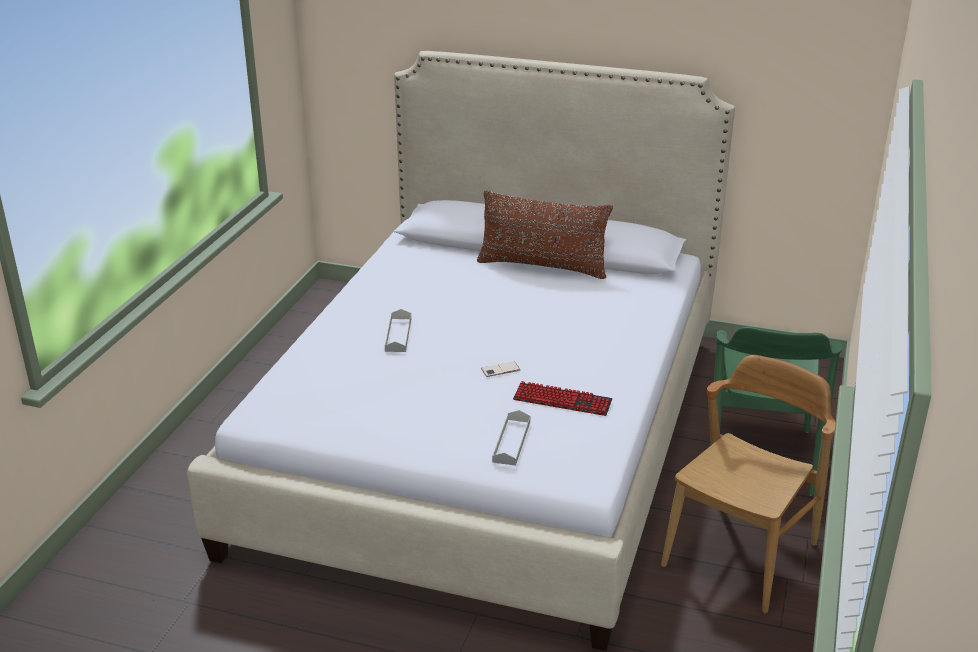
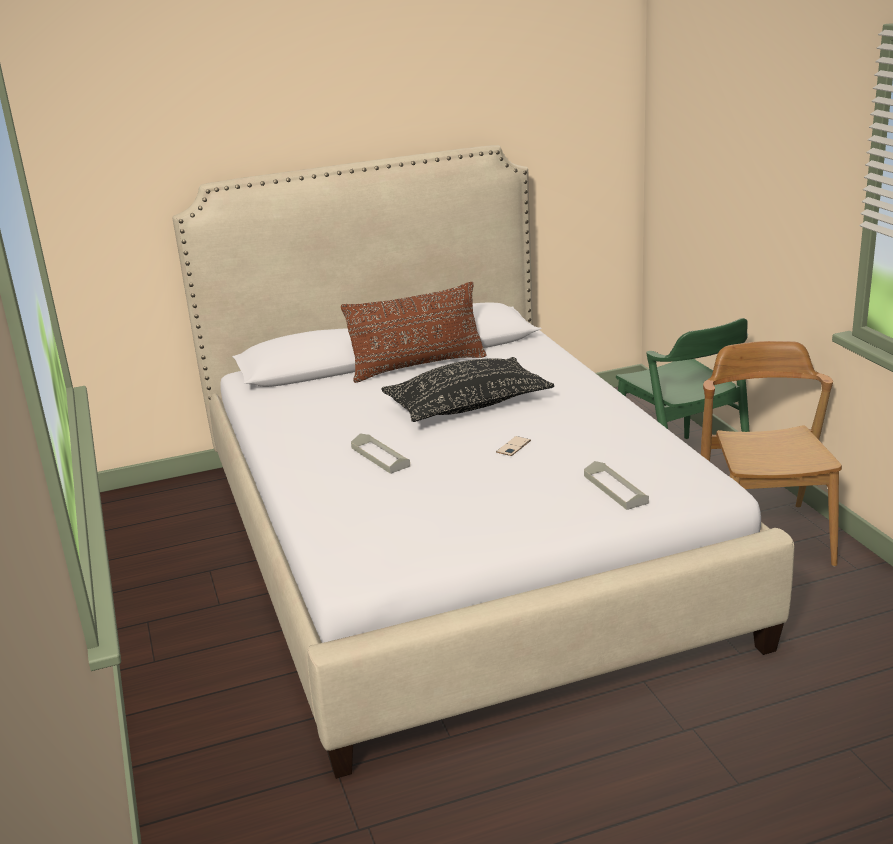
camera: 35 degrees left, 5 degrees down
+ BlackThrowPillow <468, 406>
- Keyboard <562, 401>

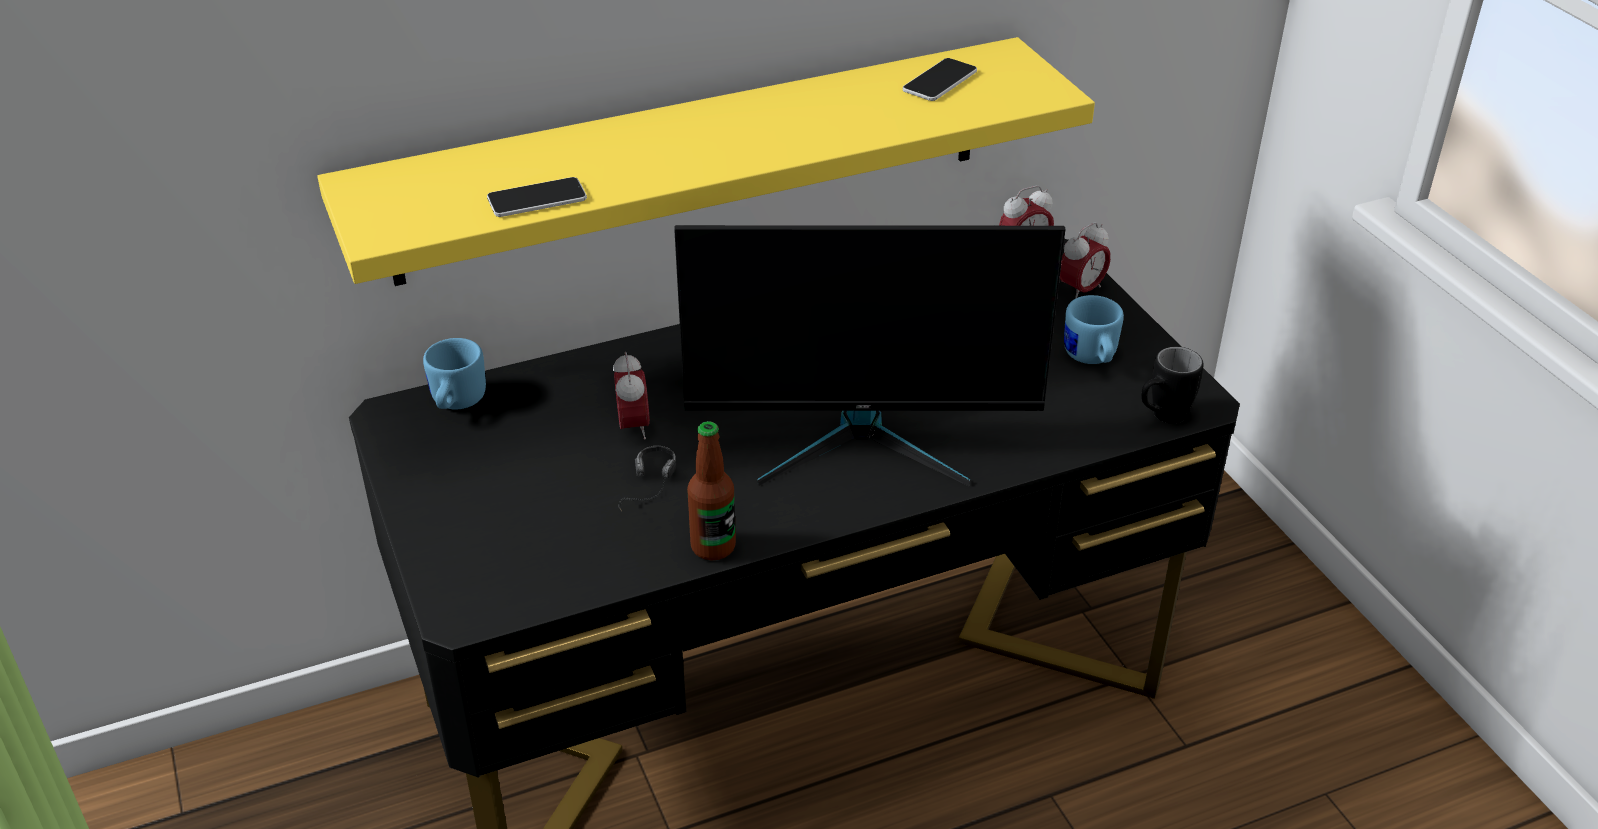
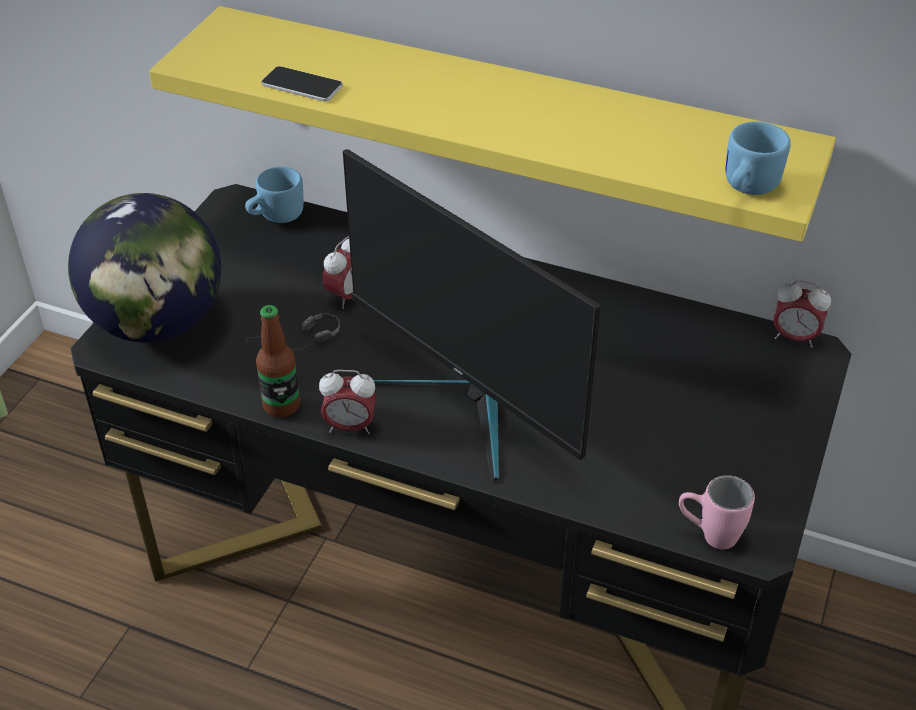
camera: 45 degrees right, 5 degrees up
+ WorldGlobe <158, 323>
~ BedsideClock <1081, 291> to <350, 426>
~ BlackMug <1161, 418> to PinkMug <708, 535>
~ BluishMug <1091, 358> to <746, 188>
- Telephone <940, 81>

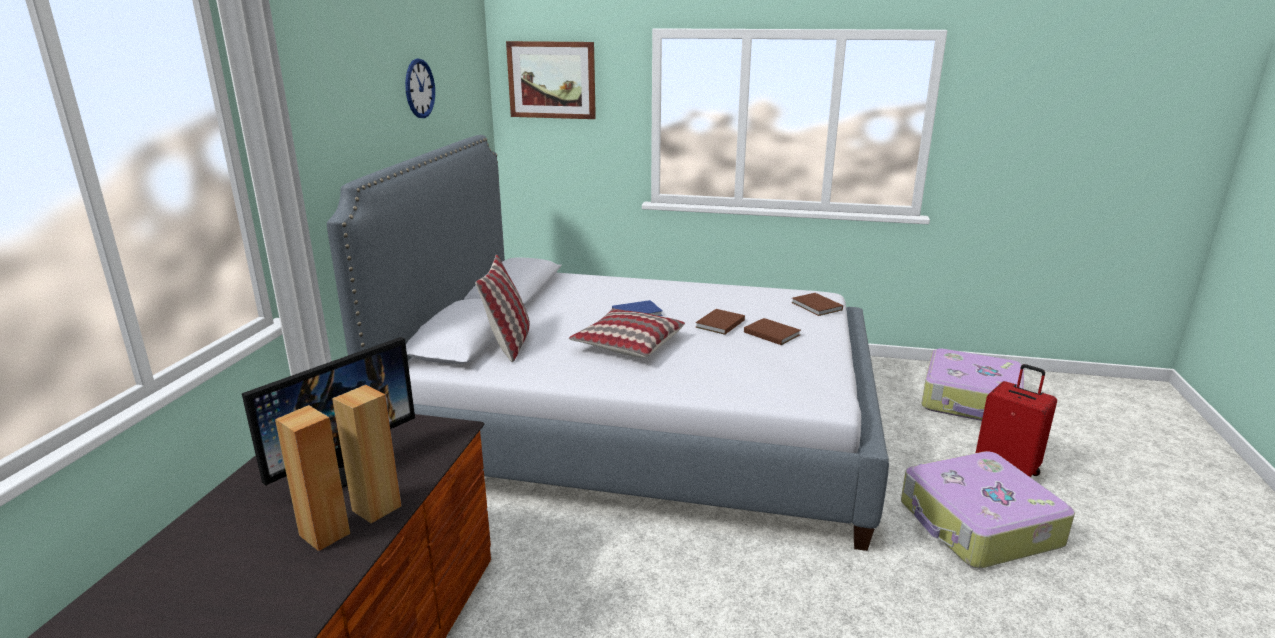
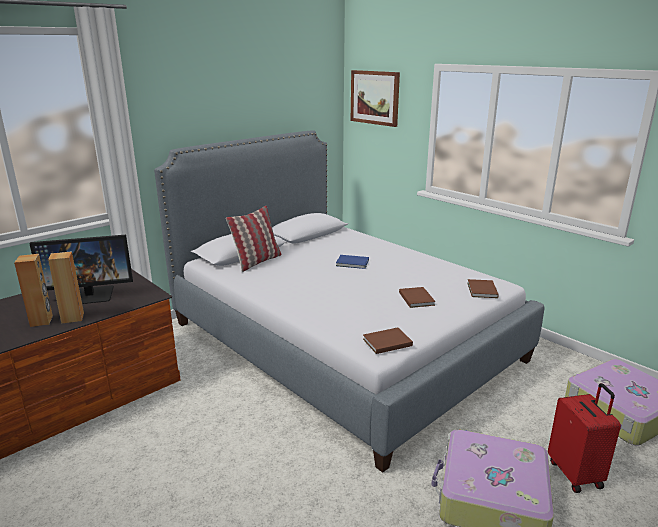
camera: 35 degrees right, 0 degrees up
~ BrownishBook <719, 324> to <386, 342>
- HangingClock <419, 88>
- ThrowPillow <627, 344>

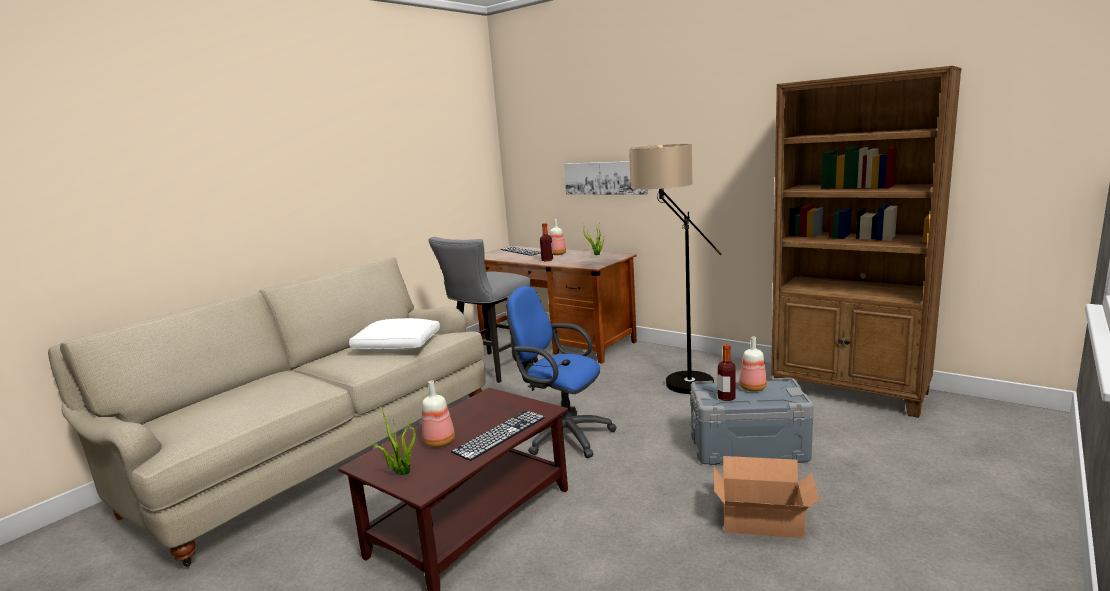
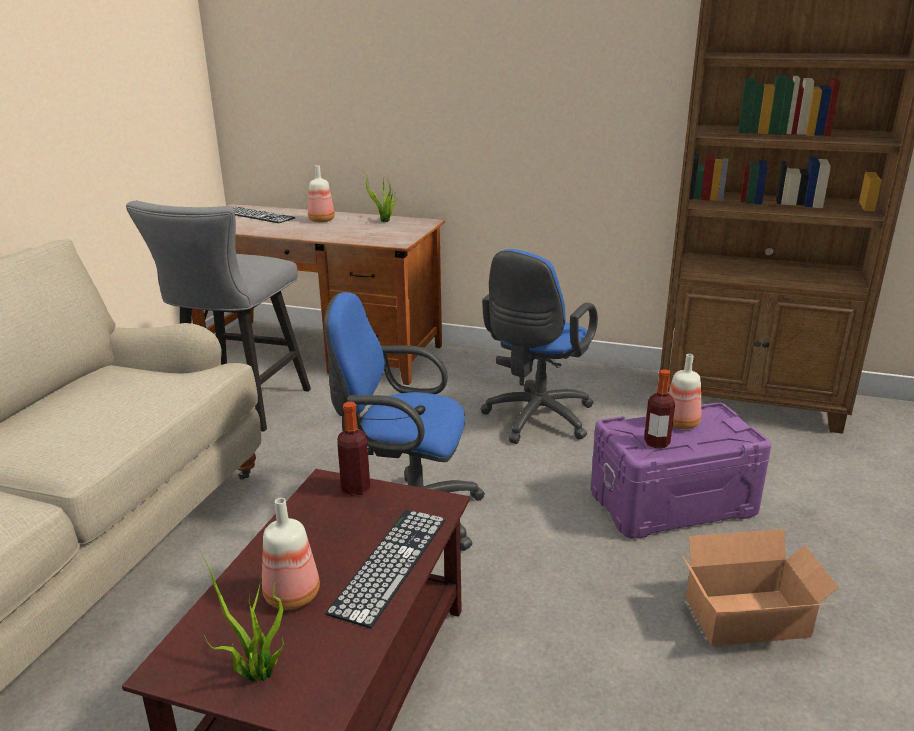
camera: 20 degrees left, 10 degrees up
~ DrinkBottle <547, 260> to <356, 488>
~ StandingLamp <677, 390> to BluishComputerChair <535, 420>
~ GreyishStorageBox <748, 448> to PurpleStorageBox <673, 504>
- WhiteThrowPillow <398, 346>
- WallPicture <605, 178>

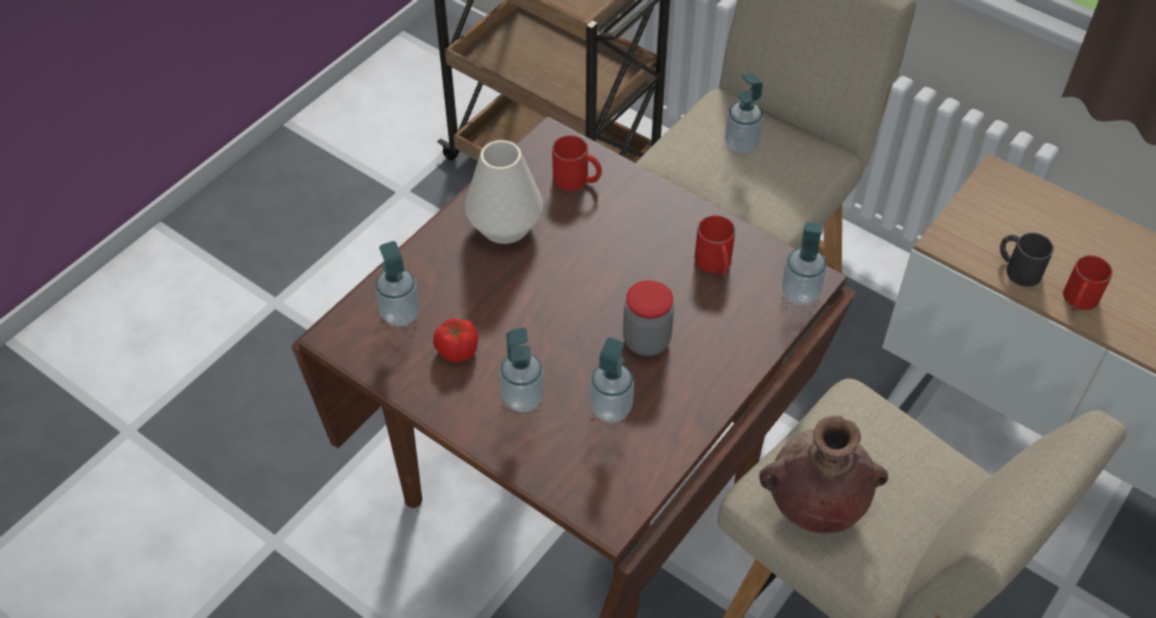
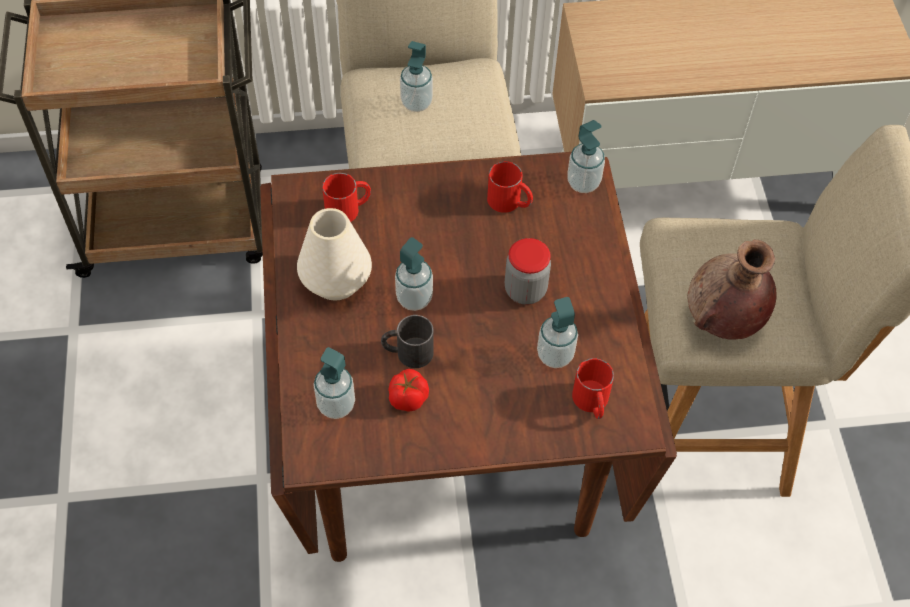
camera: 45 degrees left, 5 degrees up
~ BlackMug <1017, 269> to <407, 352>
~ SoapDispenser <523, 398> to <414, 298>
~ RedMug <1078, 301> to <592, 403>

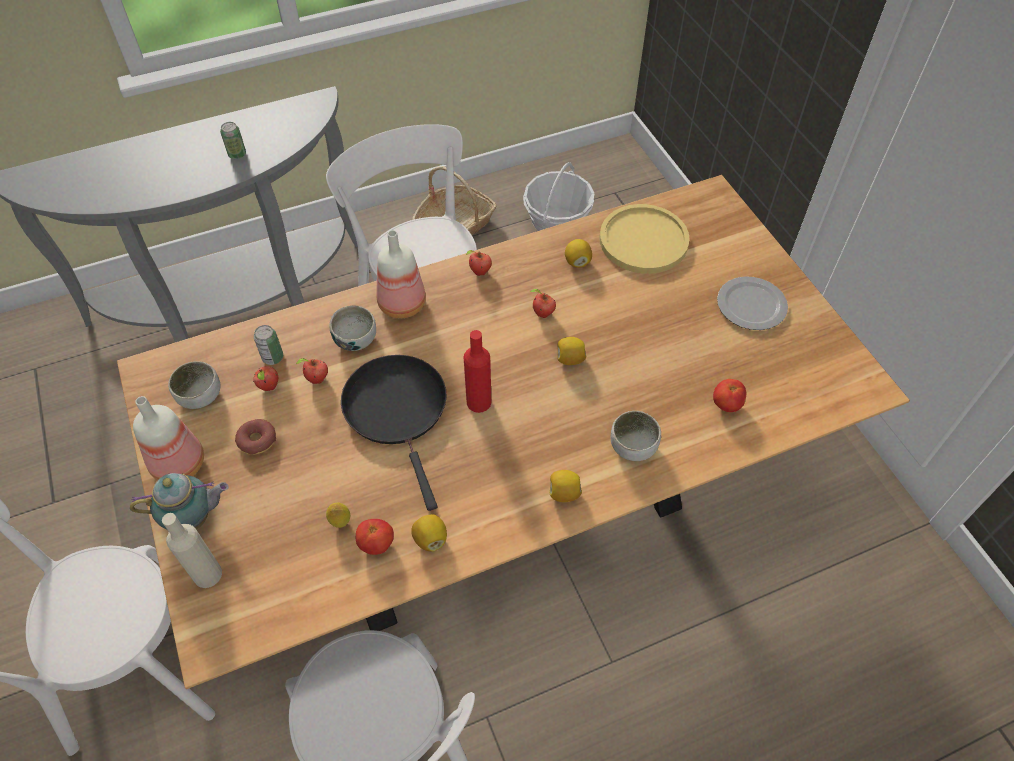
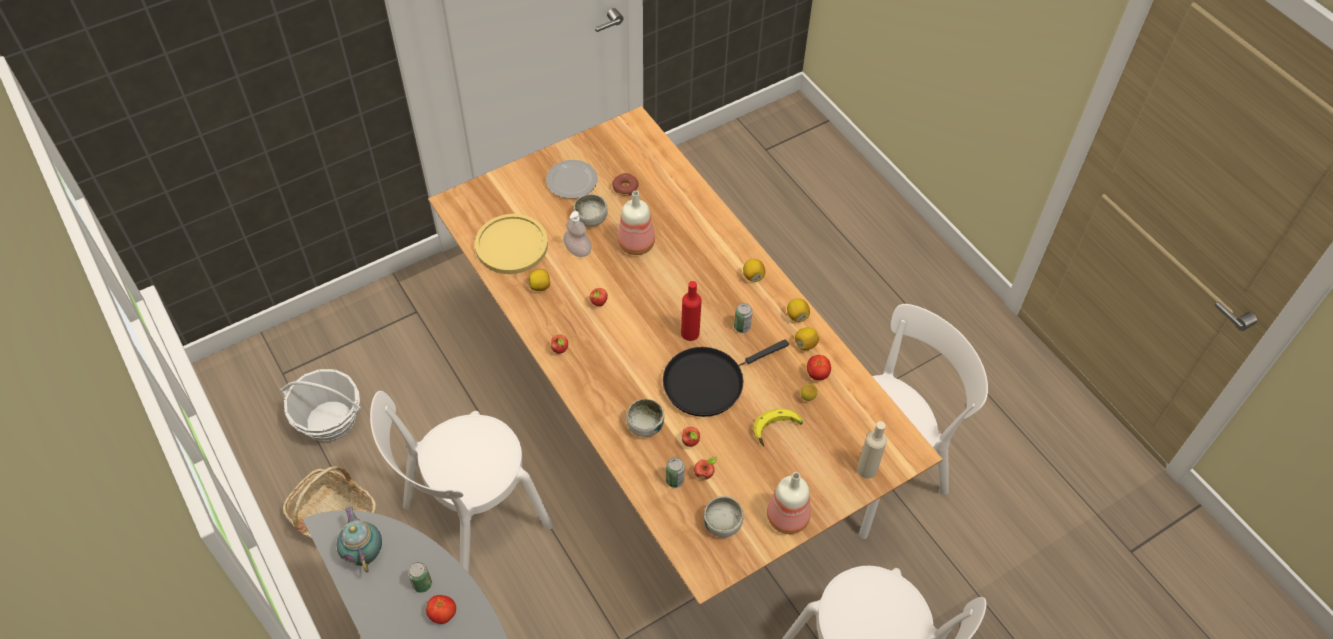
camera: 100 degrees left, 0 degrees up
~ Teapot <194, 519> to <364, 552>
~ FreshTomato <726, 404> to <443, 614>
+ SoapDispenser <578, 250>
~ Bowl <633, 446> to <591, 218>
~ RingDoughnut <257, 440> to <625, 188>
~ DrinkBottle <401, 305> to <637, 244>
+ Can <742, 327>
+ Banana <777, 430>
~ Lemon <570, 359> to <797, 316>

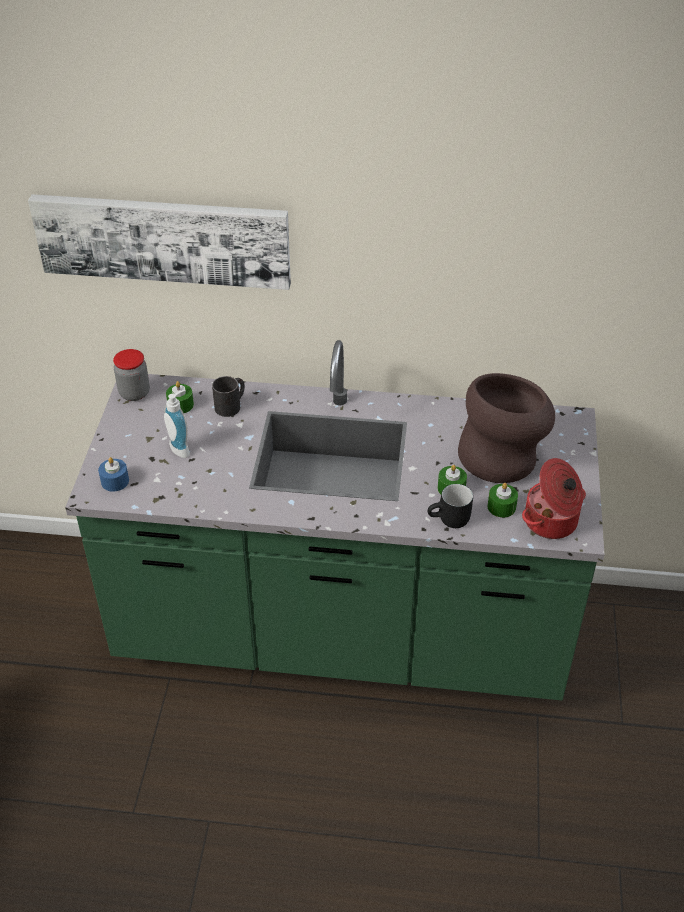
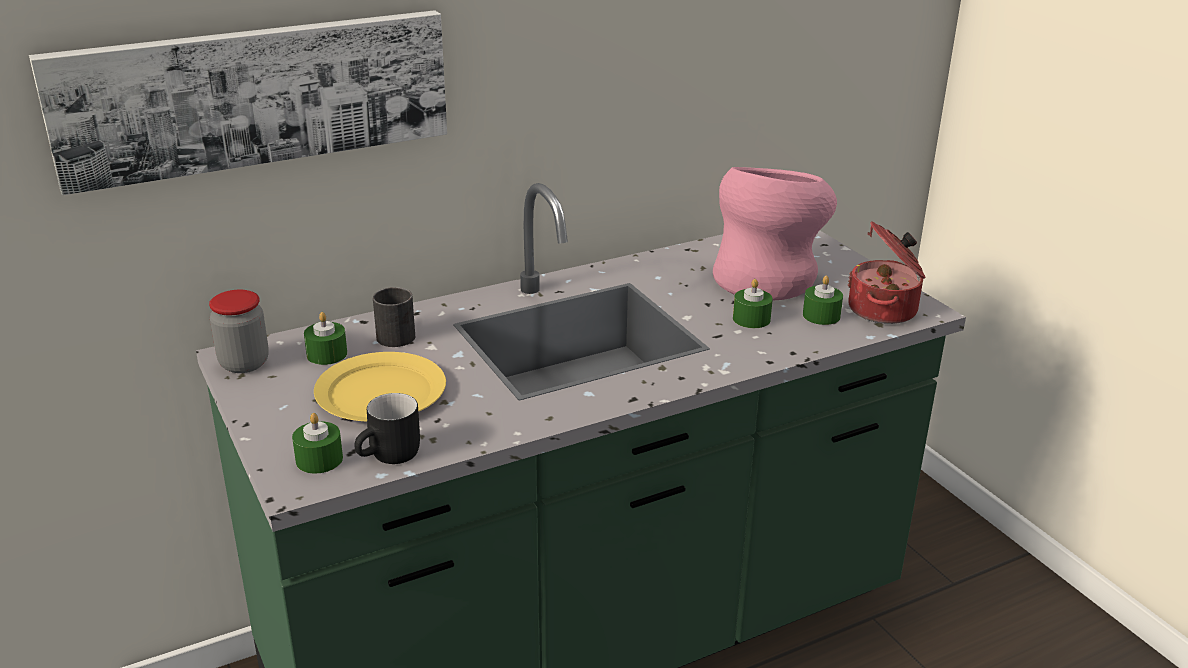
camera: 35 degrees left, 15 degrees down
~ BluishWaxCandle <115, 481> to GreenWaxCandle <319, 459>
~ SoapDispenser <182, 448> to YellowishFlatDish <380, 393>
~ BlackMug <450, 521> to <391, 457>
~ BrownishDecorativeVase <502, 457> to PinkDecorativeVase <766, 278>

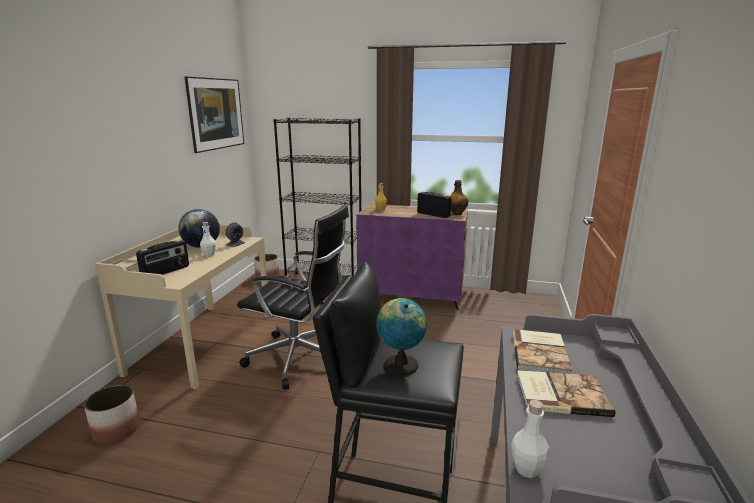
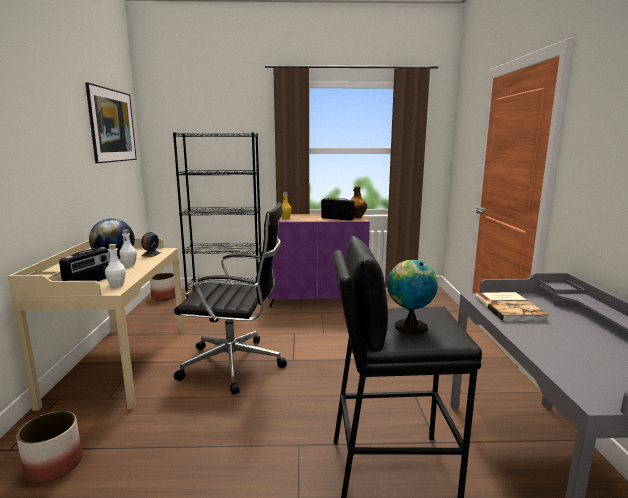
camera: 15 degrees left, 5 degrees down
~ WhiteDrinkBottle <527, 469> to <117, 285>
- Book <560, 394>

